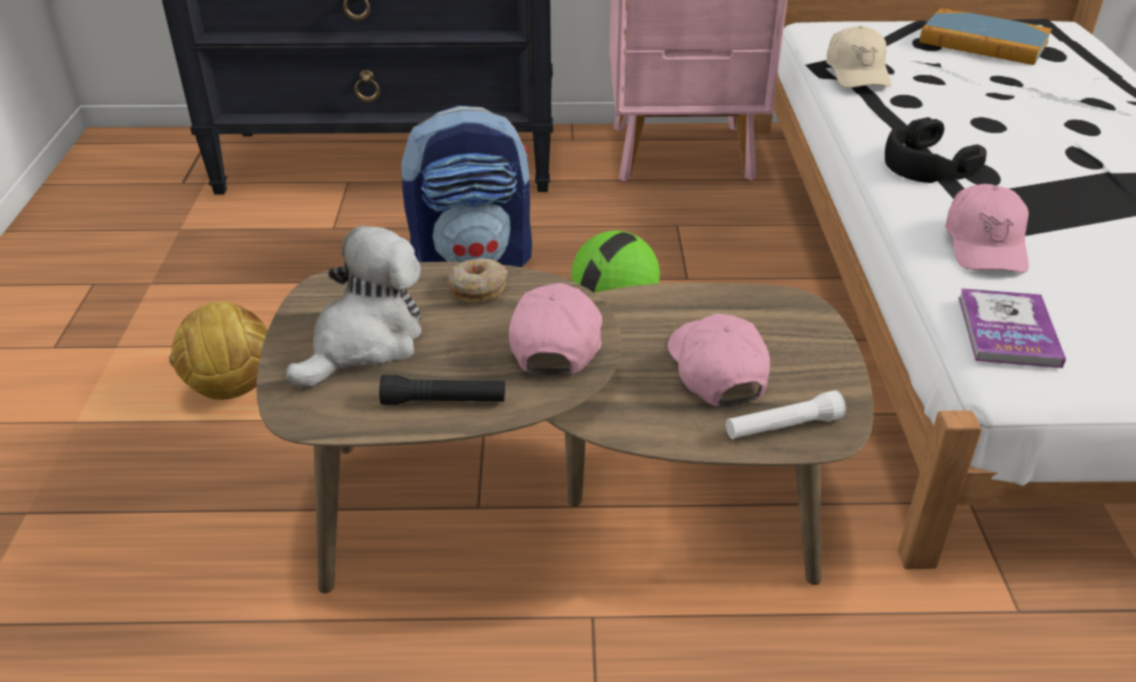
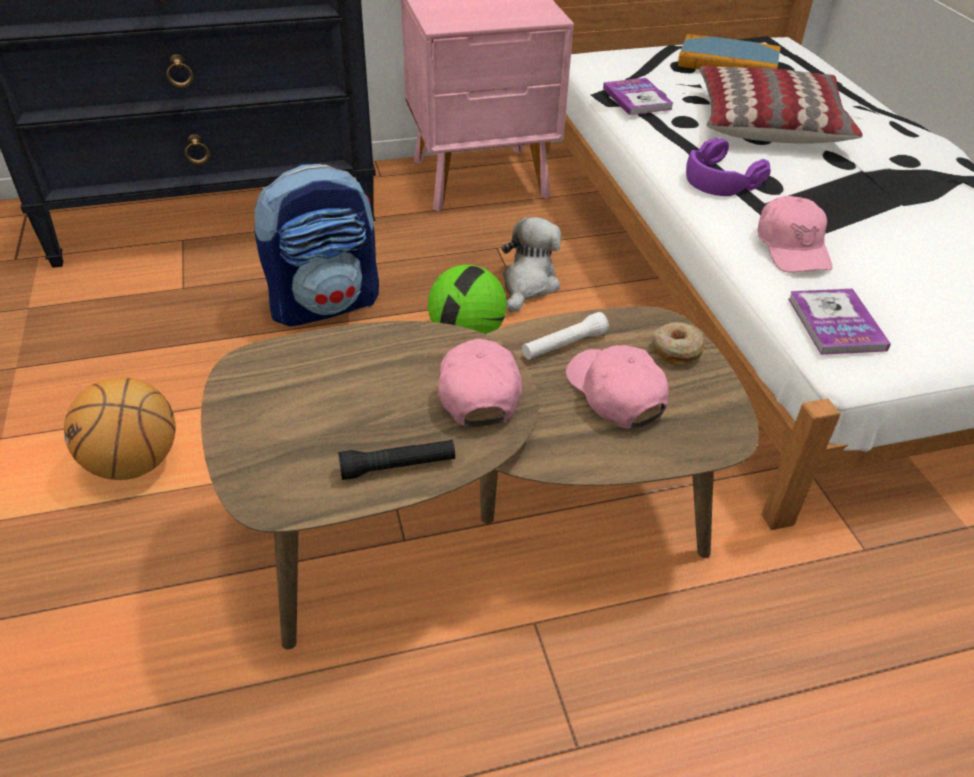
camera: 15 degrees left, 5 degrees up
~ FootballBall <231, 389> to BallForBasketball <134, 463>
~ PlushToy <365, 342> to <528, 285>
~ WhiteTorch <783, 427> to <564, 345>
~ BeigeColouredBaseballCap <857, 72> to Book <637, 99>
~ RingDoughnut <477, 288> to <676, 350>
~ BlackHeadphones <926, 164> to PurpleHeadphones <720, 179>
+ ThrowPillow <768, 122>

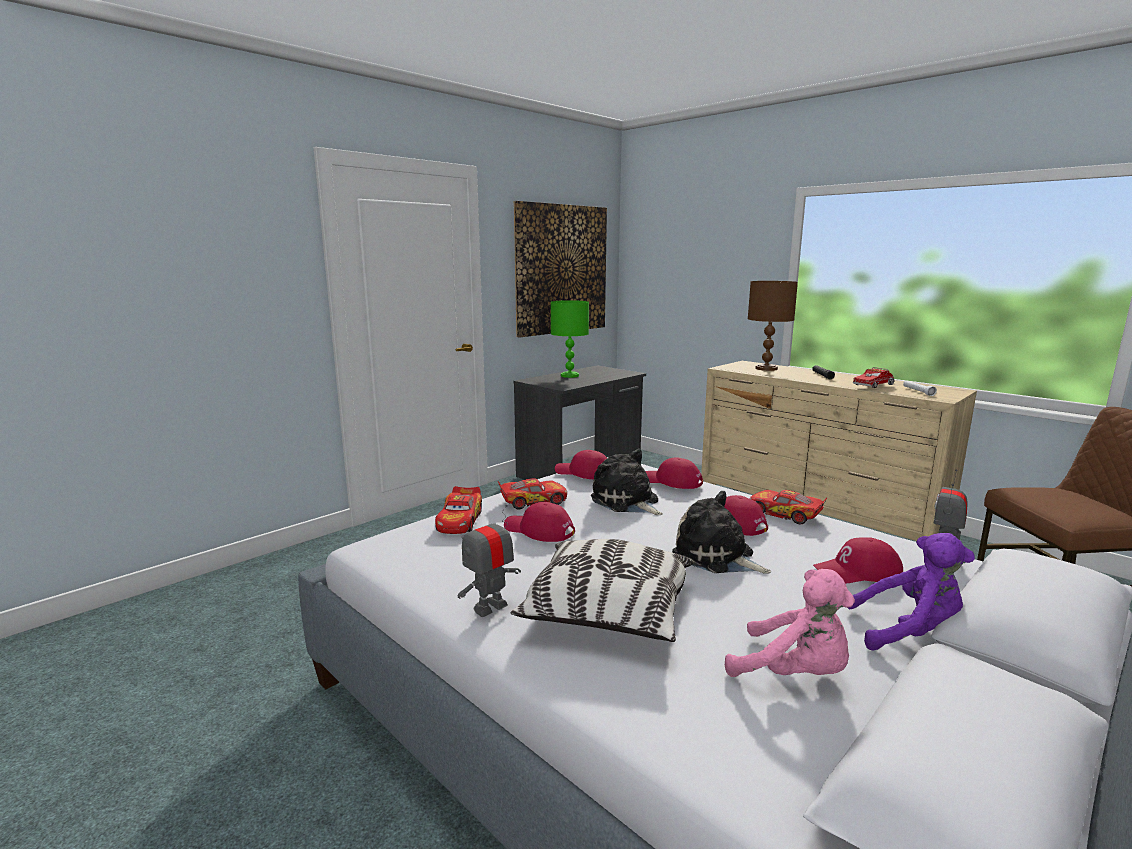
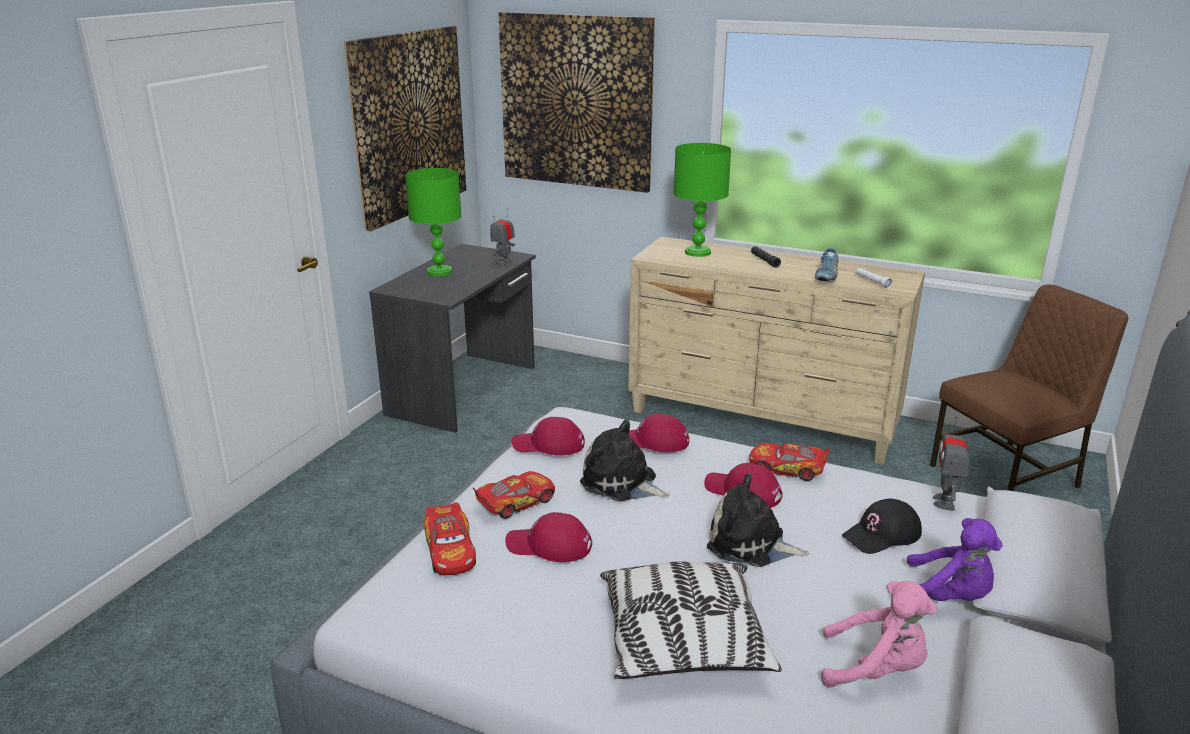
camera: 20 degrees left, 10 degrees up
~ ModelRobot <490, 607> to <503, 264>
+ WallPicture <576, 102>
~ BrownishTableLamp <766, 368> to GreenTableLamp <697, 252>
~ ModelTruck <873, 386> to Shoe <826, 276>
~ RedBaseballCap <857, 572> to BlackBaseballCap <882, 535>
~ PurplePlushToy <908, 632> = <947, 598> 45 degrees clockwise

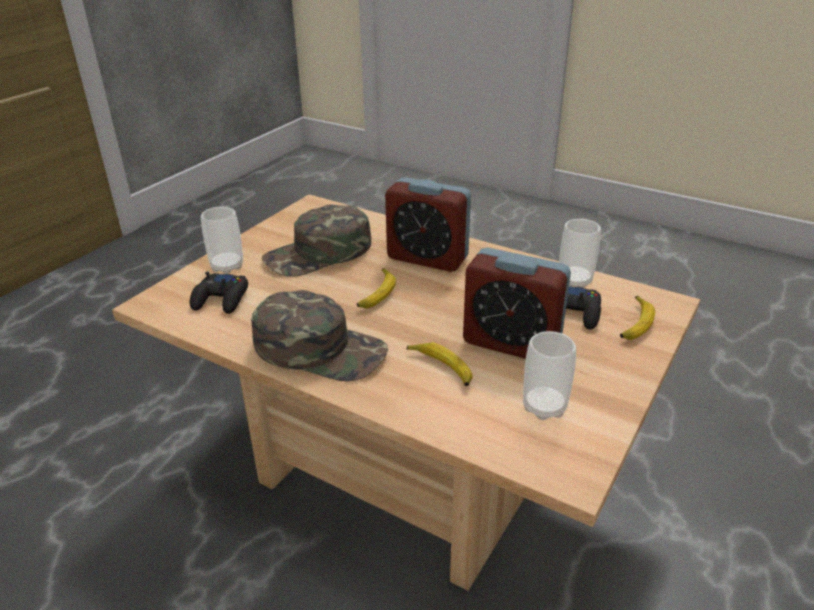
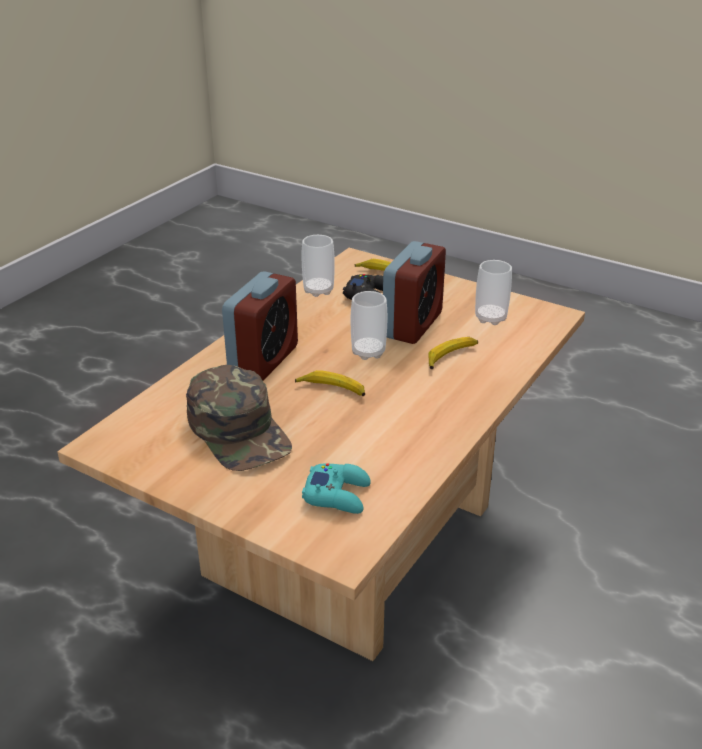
camera: 90 degrees left, 0 degrees up
~ BlackGameController <221, 299> to TurquoiseColouredGameController <337, 494>
~ Cup <227, 266> to <368, 352>
- GreenBaseballCap <320, 349>

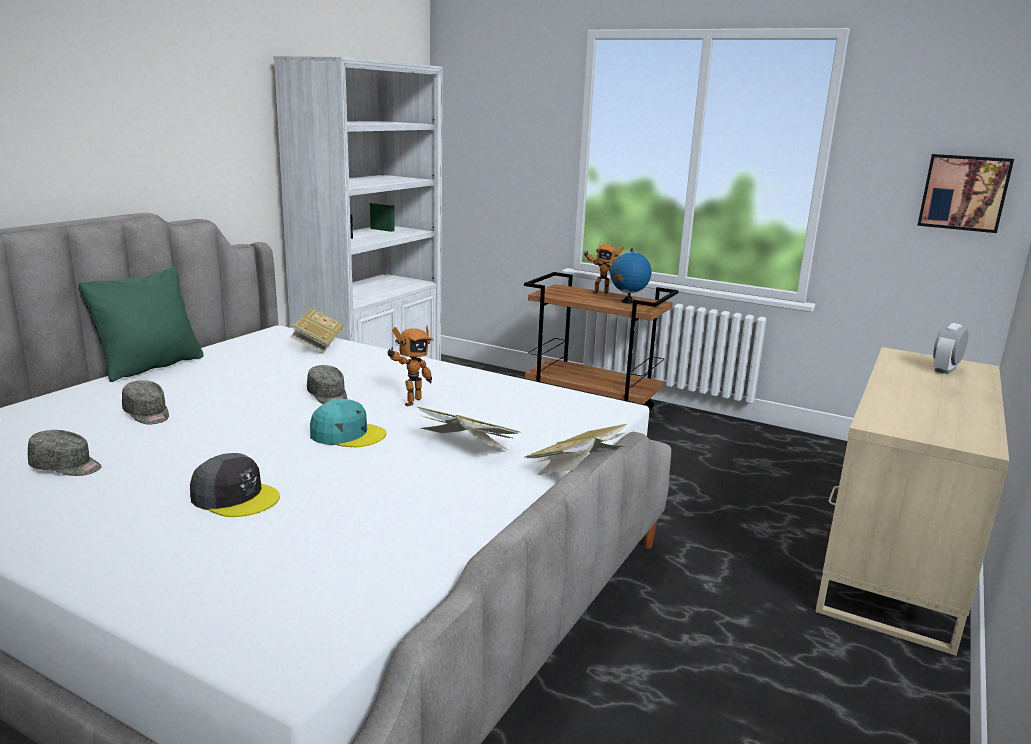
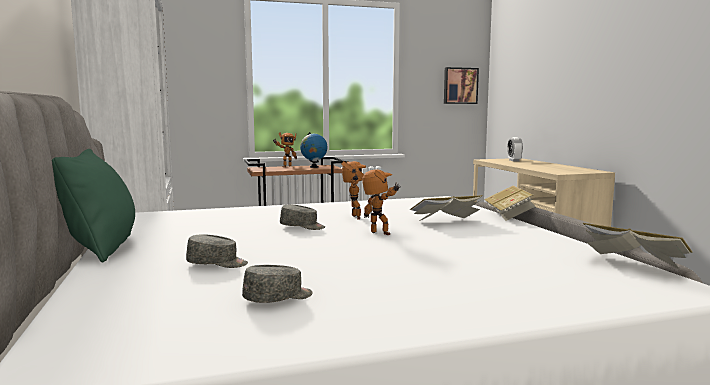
camera: 45 degrees left, 10 degrees down
~ TurquoiseColouredBaseballCap <347, 434> to ModelRobot <379, 234>
~ Book <318, 345> to <632, 264>
- GreyishBaseballCap <235, 497>

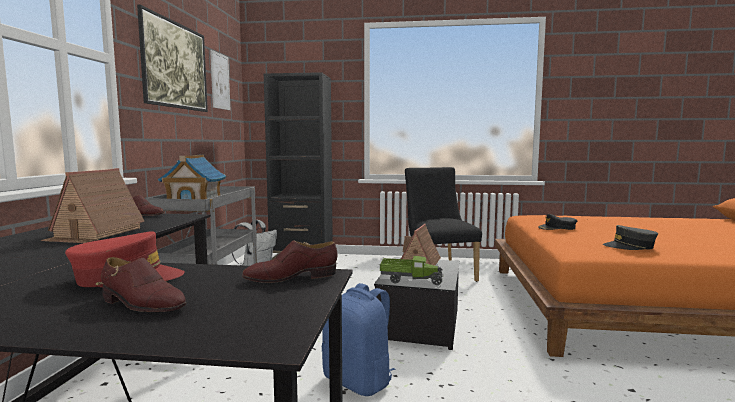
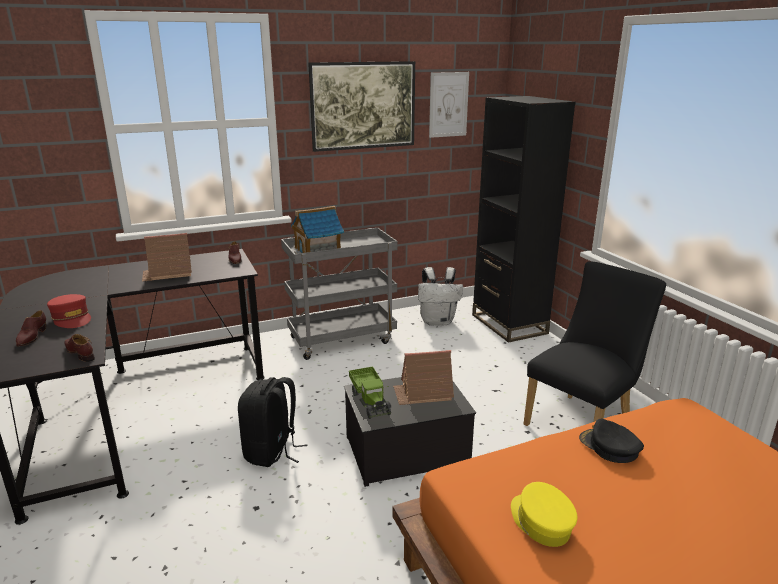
camera: 60 degrees right, 15 degrees up
~ BluishBackpack <359, 381> to BlackBackpack <272, 452>
~ GreyishBaseballCap <630, 246> to YellowishBaseballCap <540, 522>

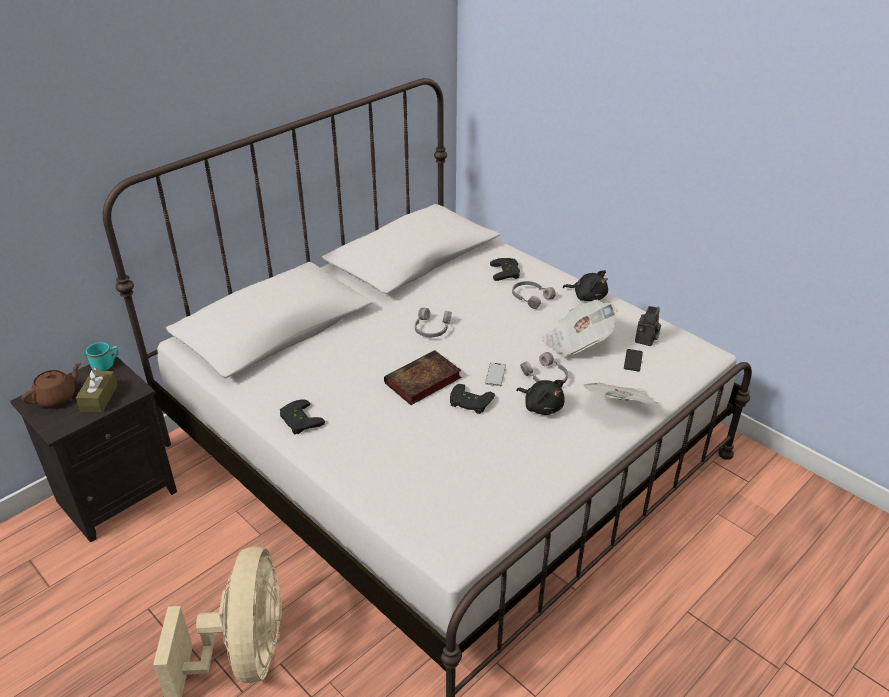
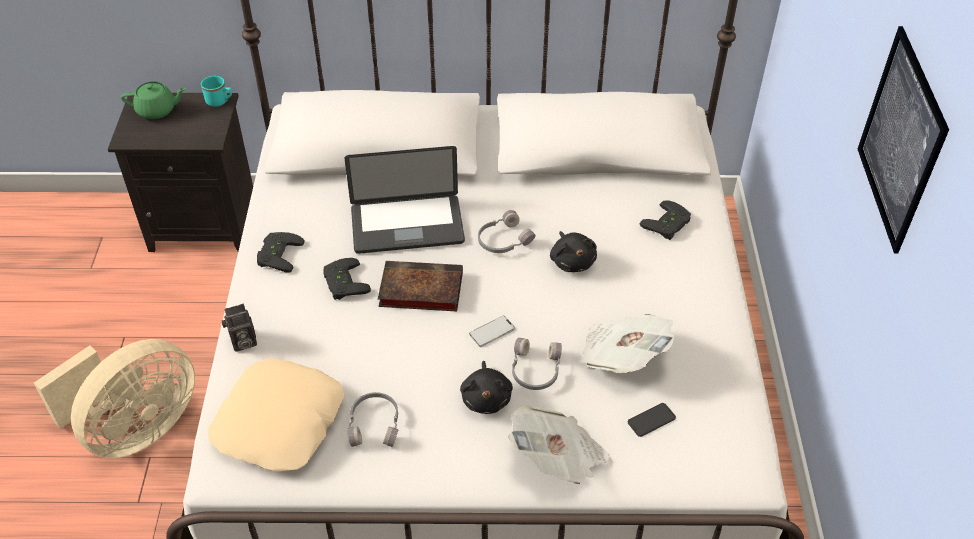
camera: 45 degrees right, 10 degrees up
~ BrownishTeapot <57, 397> to GreenTeapot <157, 110>
+ BeigeColouredThrowPillow <280, 422>
~ StillCamera <646, 341> to <242, 342>
~ BlackGameController <469, 403> to <342, 283>
+ PortableComputer <407, 226>
~ GreyishHeadphones <531, 297> to <375, 424>
~ BlackPlushToy <588, 297> to <572, 261>
+ WallPicture <900, 140>
- BrownishBoxOfTissues <99, 398>

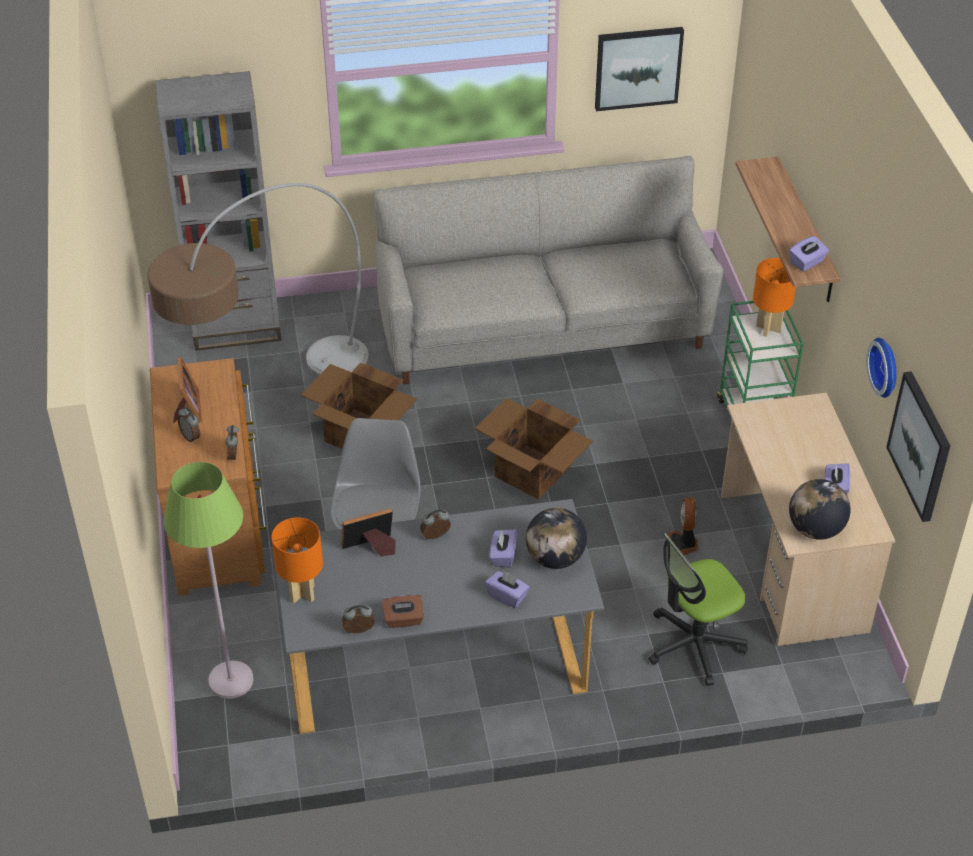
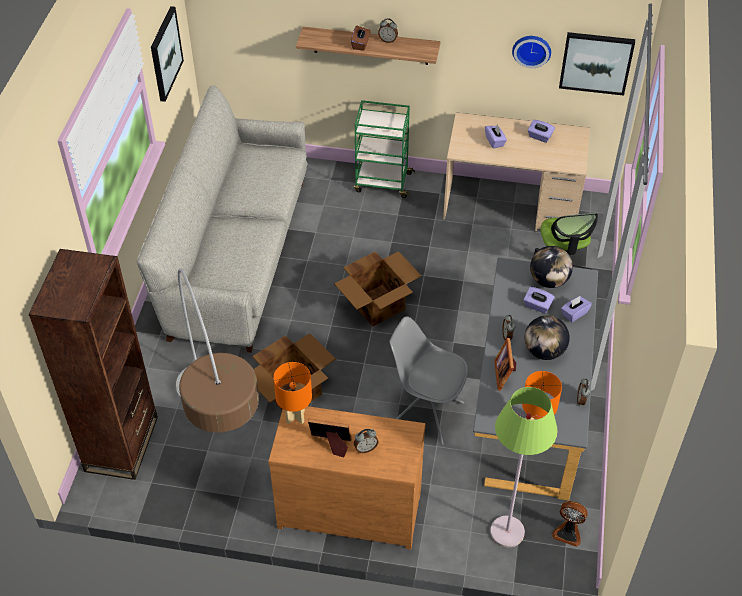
camera: 70 degrees left, 5 degrees up
~ GreyishBookcase <236, 326> to BrownishBookcase <122, 444>
~ OrangeTableLamp <768, 328> to <295, 416>
~ BrownishBoxOfTissues <403, 620> to <361, 44>
~ BedsideClock <234, 455> to <388, 40>
~ PurpleBoxOfTissues <807, 262> to <495, 141>
~ WorldGlobe <815, 529> to <544, 351>
~ ElectricFan <682, 545> to <568, 532>

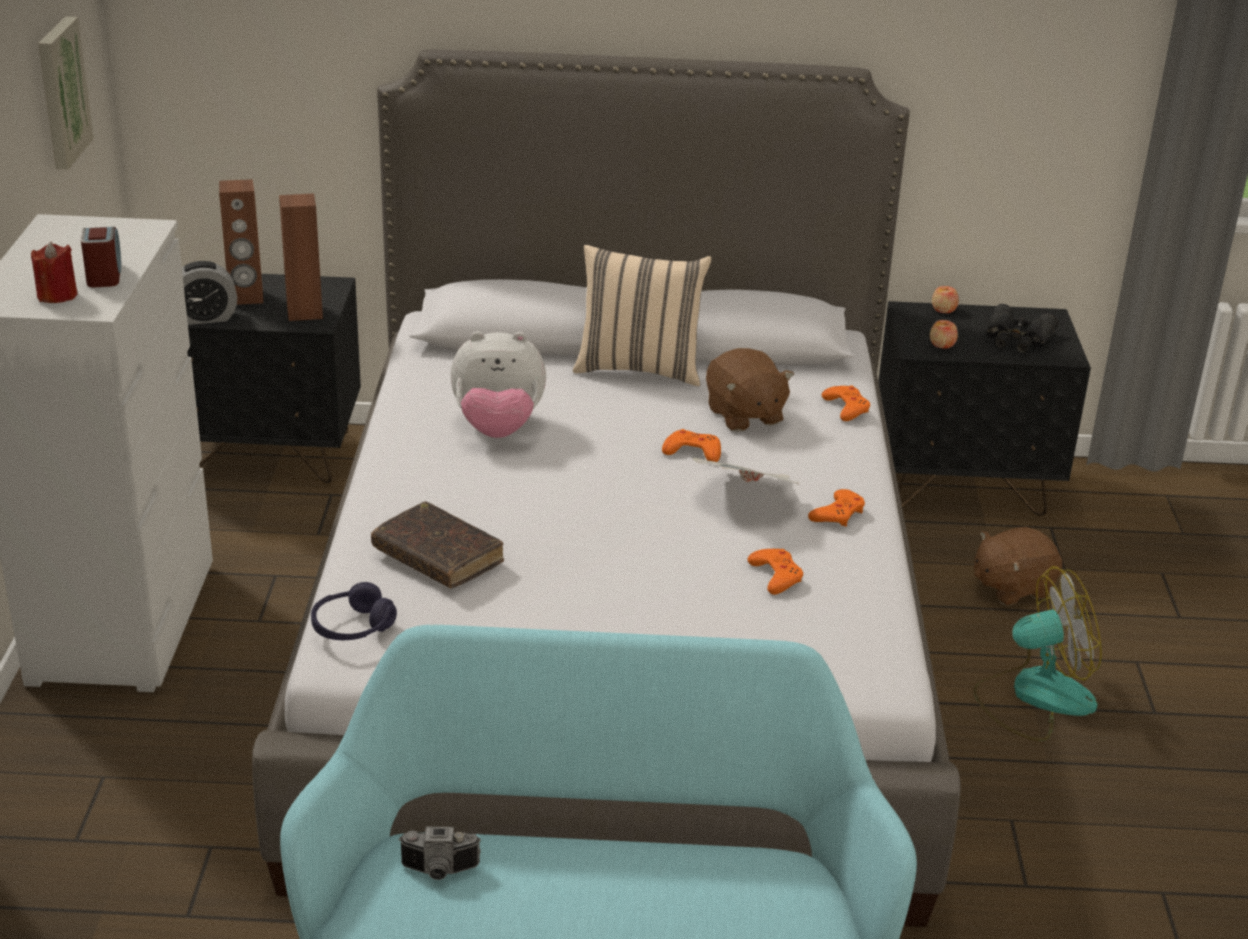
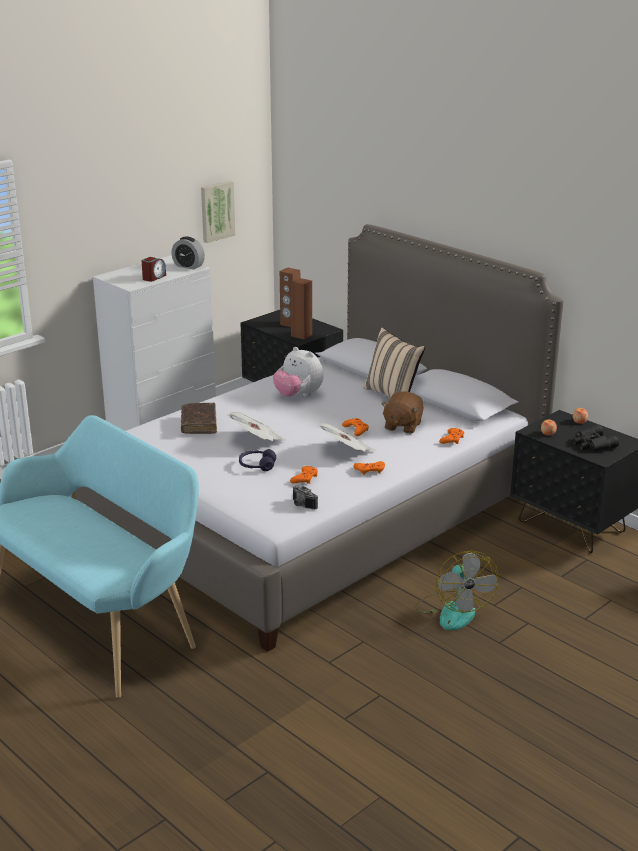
camera: 45 degrees right, 5 degrees down
~ BedsideClock <205, 318> to <188, 266>
+ DailyPaper <256, 440>
~ PurpleHeadphones <352, 627> to <257, 465>
~ StillCamera <439, 872> to <301, 505>
~ ElectricFan <1034, 696> = <453, 610> 45 degrees clockwise
- RedWaxCandle <57, 295>
- BrownishPlushToy <1011, 587>

